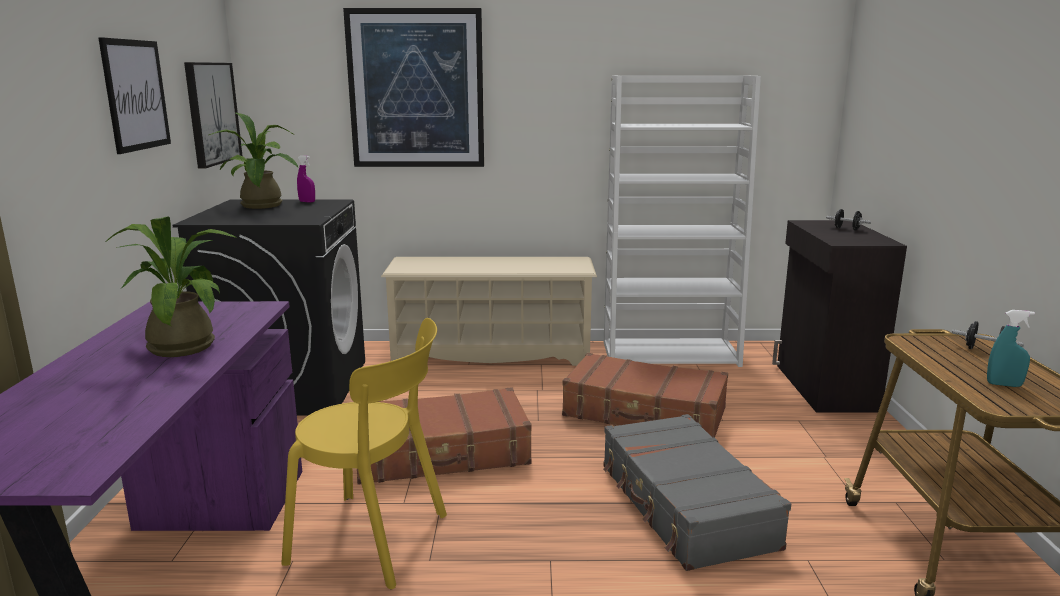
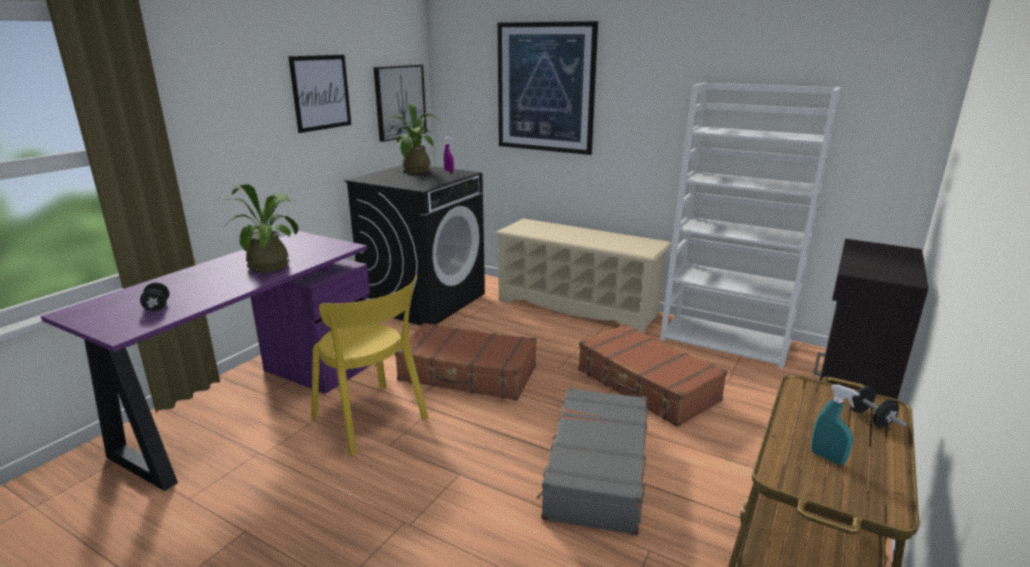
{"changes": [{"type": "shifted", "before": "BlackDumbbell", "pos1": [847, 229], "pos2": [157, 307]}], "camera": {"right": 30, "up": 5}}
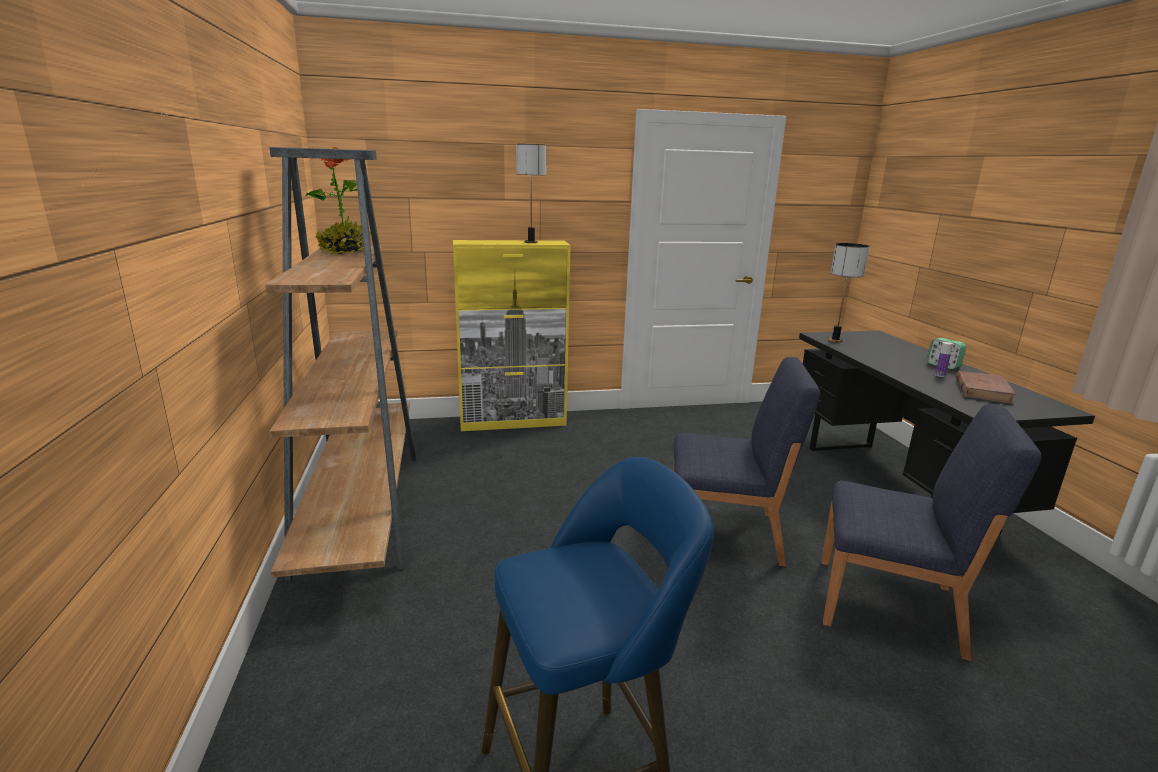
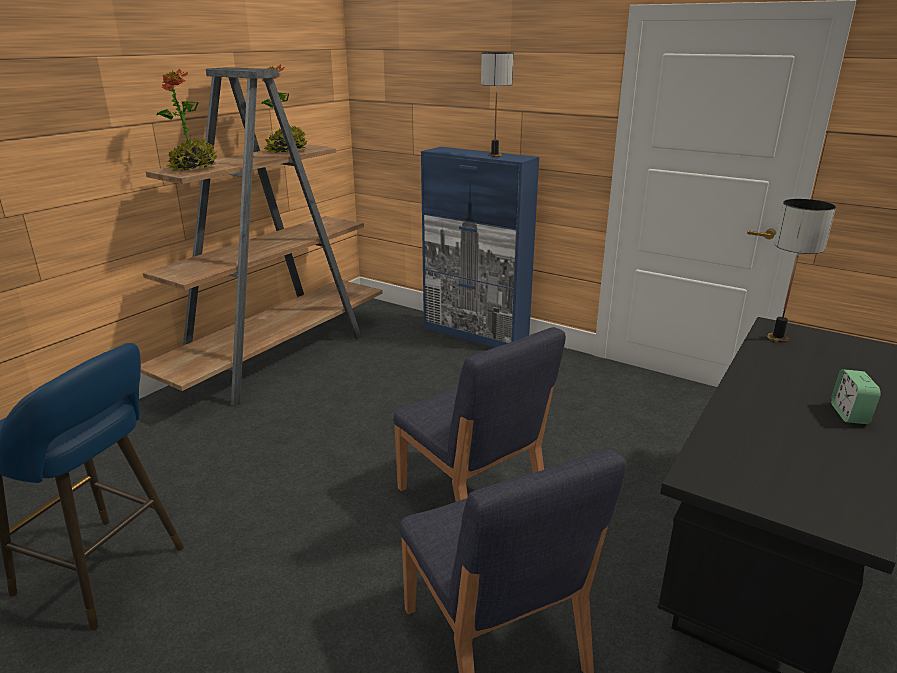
{"changes": [{"type": "new", "after": "PottedPlant", "pos2": [193, 168]}, {"type": "repainted", "before": "YellowCabinet", "after": "BlueCabinet", "pos1": [513, 422], "pos2": [475, 334]}, {"type": "gone", "before": "Bottle", "pos1": [940, 375]}, {"type": "gone", "before": "BrownBook", "pos1": [982, 390]}], "camera": {"right": 45, "up": 5}}
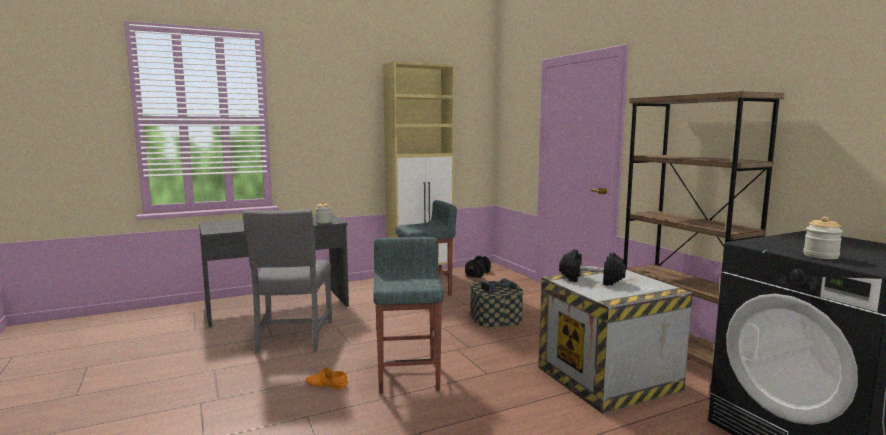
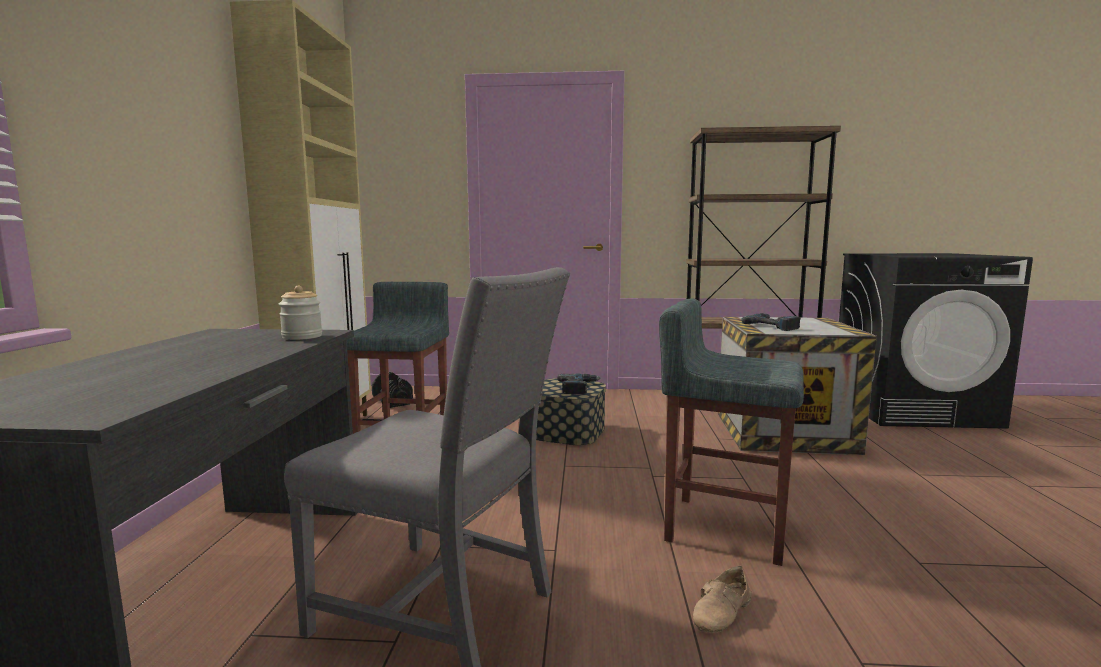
{"changes": [{"type": "repainted", "before": "OrangeShoe", "after": "BeigeShoe", "pos1": [326, 384], "pos2": [724, 612]}, {"type": "swapped", "before": "BlackDumbbell", "after": "PowerDrill", "pos1": [591, 280], "pos2": [773, 326]}, {"type": "gone", "before": "Jar", "pos1": [820, 256]}], "camera": {"right": -60, "up": 0}}
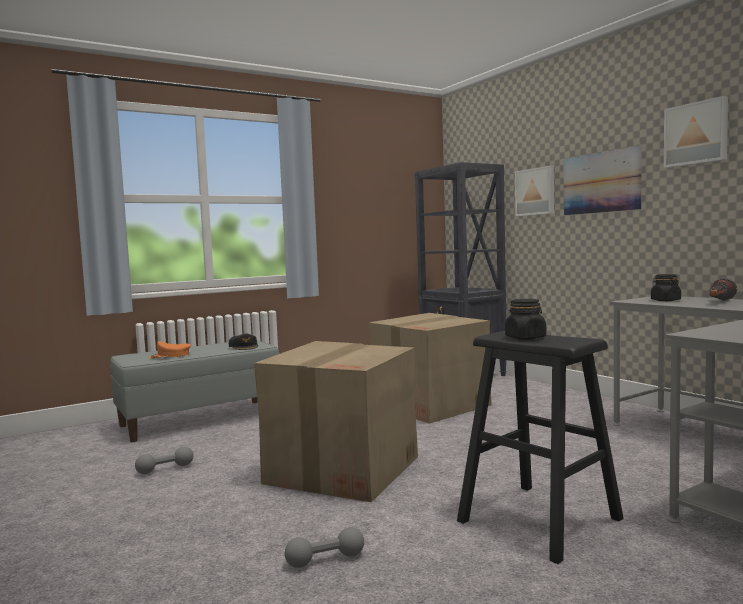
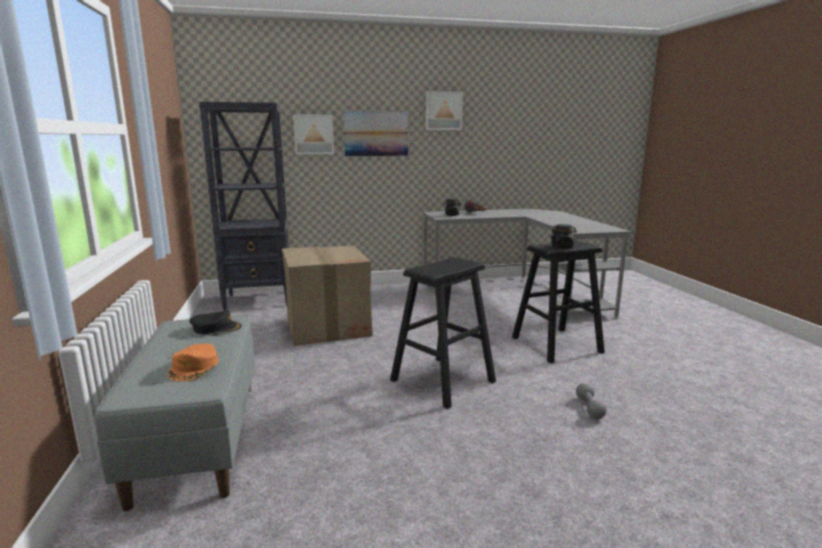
{"changes": [{"type": "swapped", "before": "CardboardBox", "after": "BlackStool", "pos1": [343, 469], "pos2": [443, 381]}, {"type": "gone", "before": "GreyDumbbell", "pos1": [165, 469]}], "camera": {"right": -70, "up": 10}}
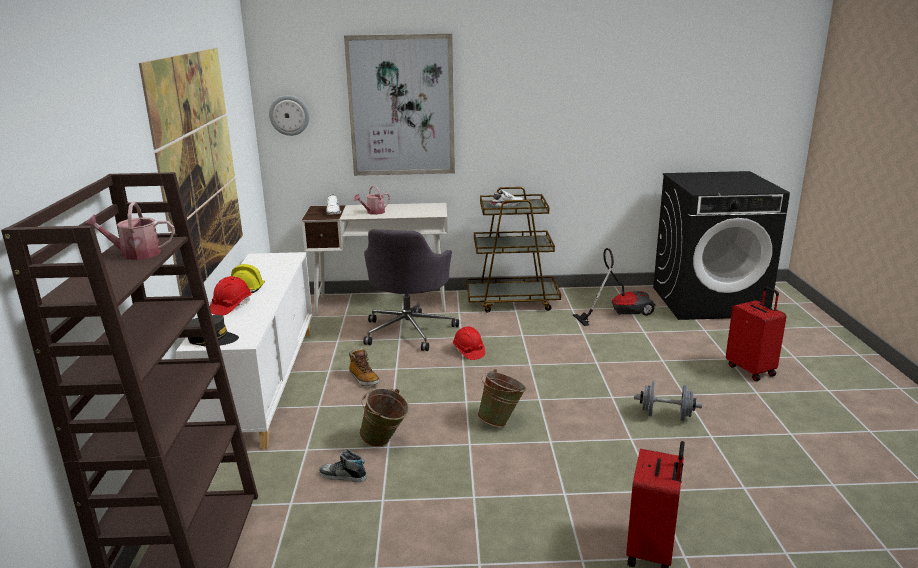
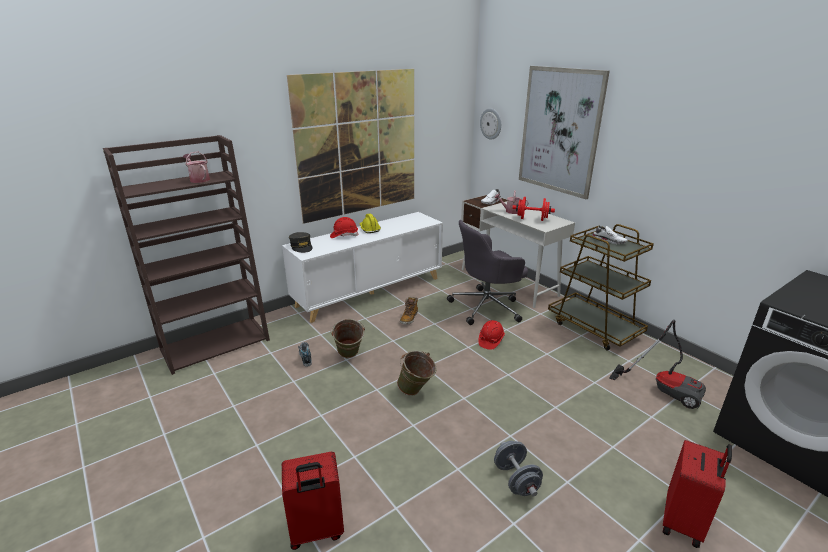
{"changes": [{"type": "new", "after": "RedDumbbell", "pos2": [532, 219]}], "camera": {"right": 55, "up": 5}}
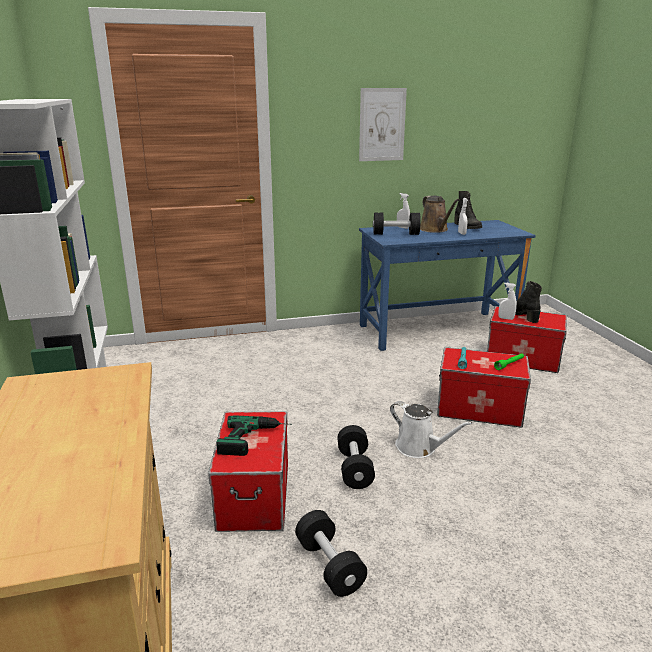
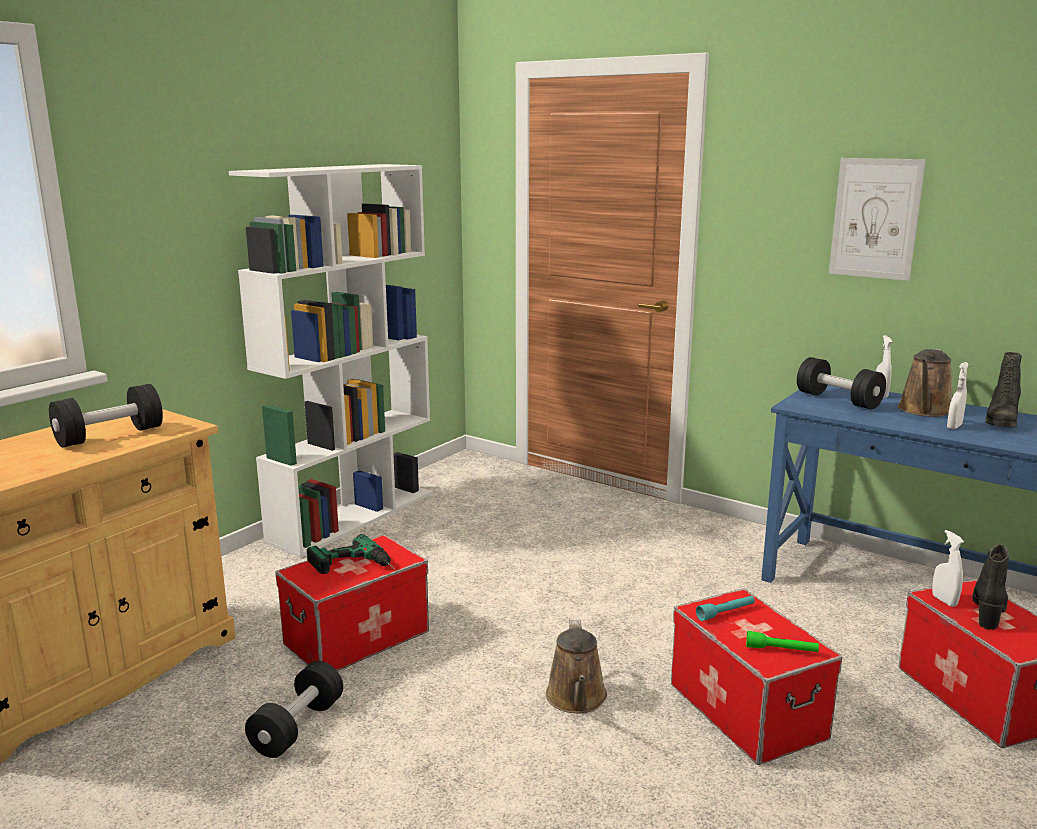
{"changes": [{"type": "shifted", "before": "BlackDumbbell", "pos1": [354, 468], "pos2": [110, 436]}, {"type": "repainted", "before": "WhiteWateringCan", "after": "BrownWateringCan", "pos1": [419, 448], "pos2": [576, 699]}], "camera": {"right": 50, "up": -5}}
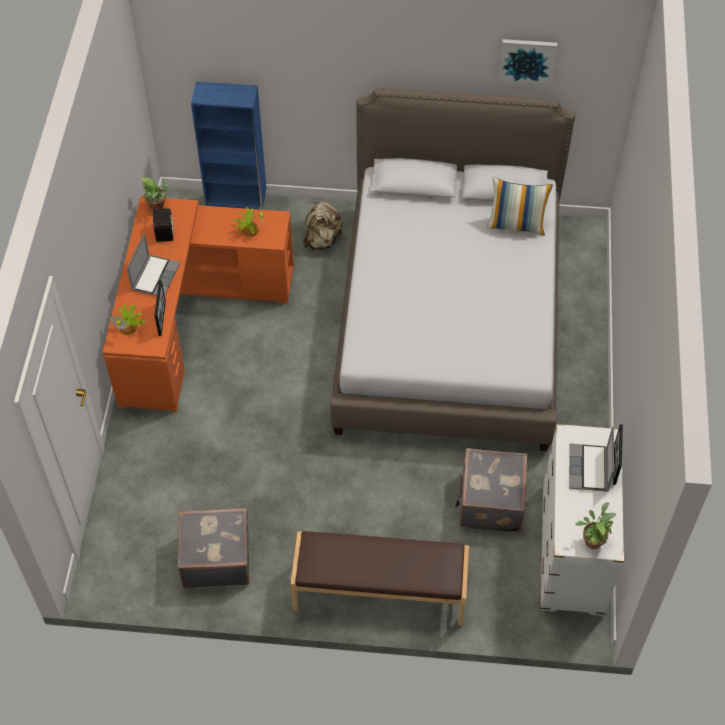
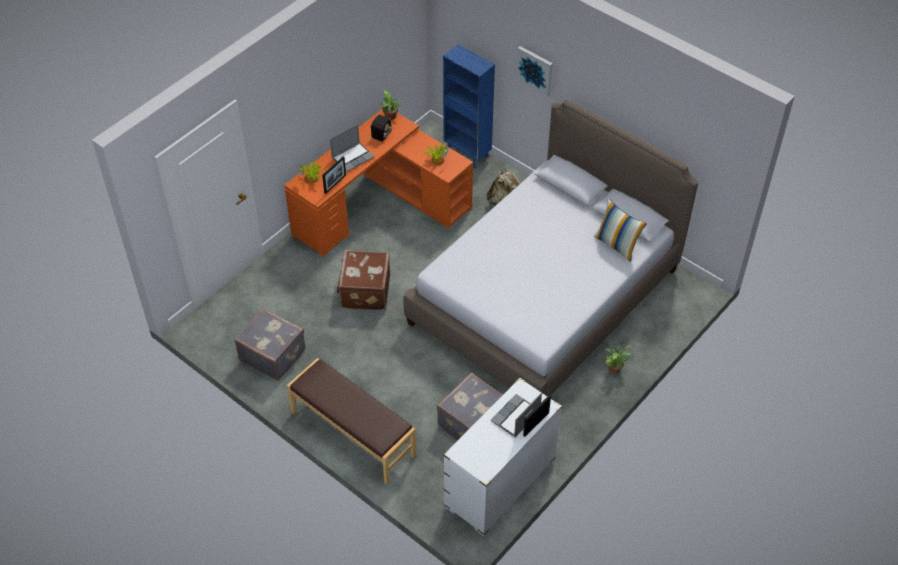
{"changes": [{"type": "new", "after": "BrownSuitcase", "pos2": [364, 291]}, {"type": "shifted", "before": "Picture", "pos1": [527, 61], "pos2": [535, 70]}, {"type": "shifted", "before": "PottedPlant", "pos1": [593, 540], "pos2": [614, 368]}], "camera": {"right": 35, "up": -5}}
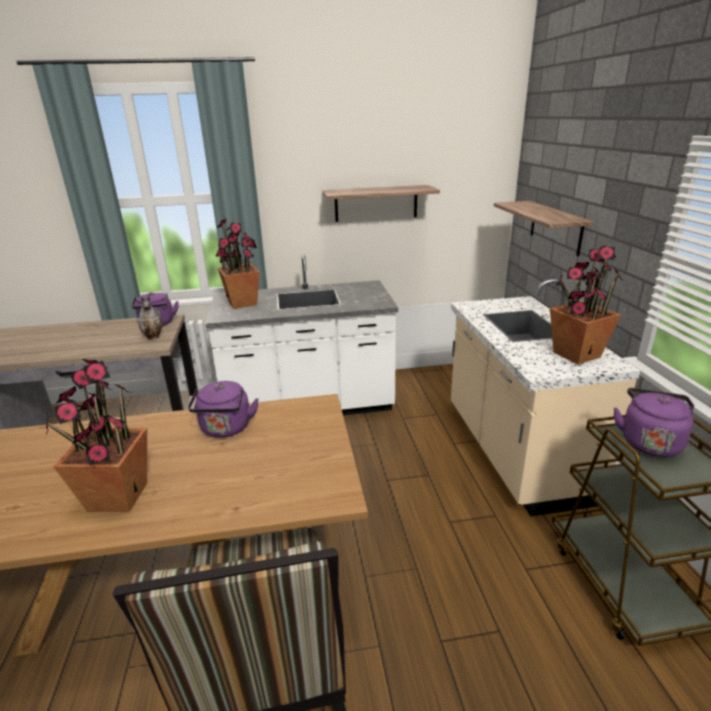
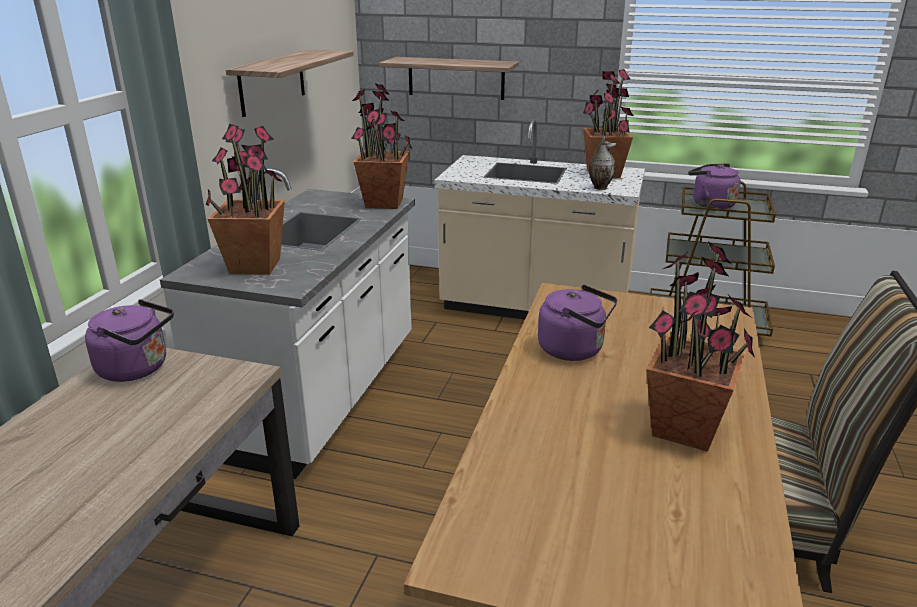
{"changes": [{"type": "new", "after": "PottedPlant", "pos2": [384, 203]}, {"type": "shifted", "before": "Vase", "pos1": [154, 337], "pos2": [599, 187]}], "camera": {"right": -65, "up": 0}}
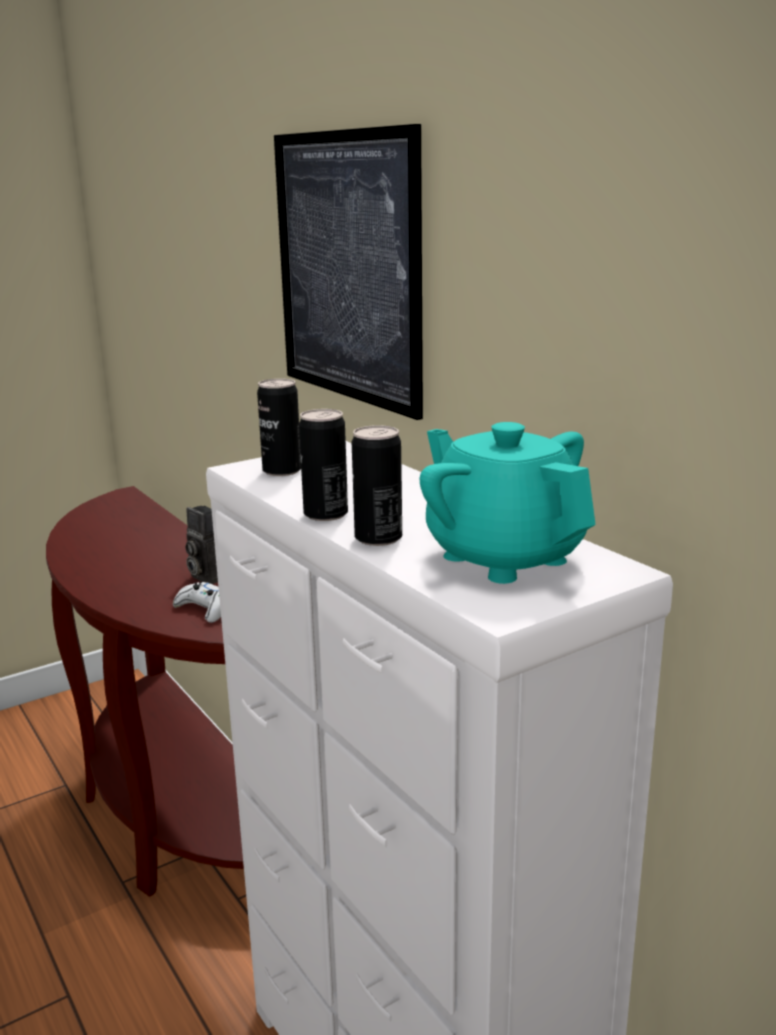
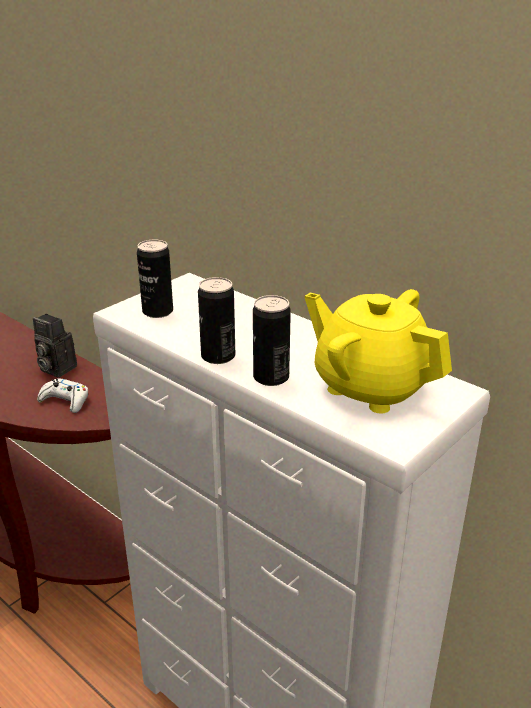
{"changes": [{"type": "repainted", "before": "TurquoiseTeapot", "after": "YellowTeapot", "pos1": [503, 557], "pos2": [370, 387]}, {"type": "gone", "before": "Picture", "pos1": [347, 268]}], "camera": {"right": -15, "up": 10}}
